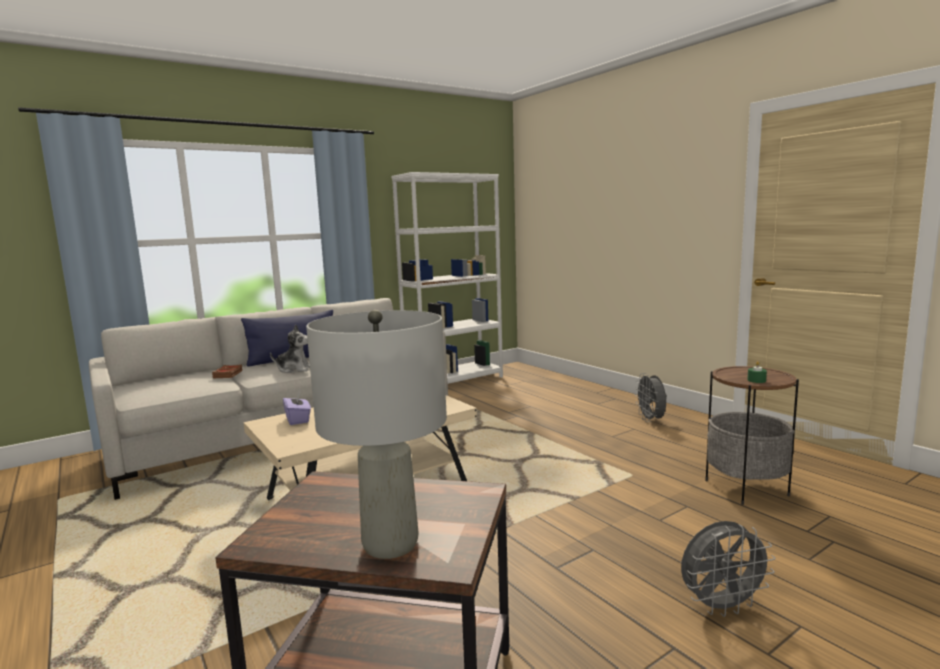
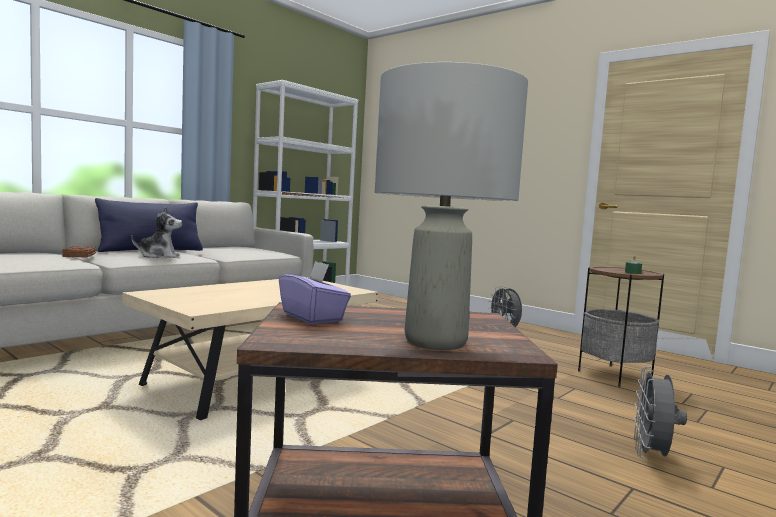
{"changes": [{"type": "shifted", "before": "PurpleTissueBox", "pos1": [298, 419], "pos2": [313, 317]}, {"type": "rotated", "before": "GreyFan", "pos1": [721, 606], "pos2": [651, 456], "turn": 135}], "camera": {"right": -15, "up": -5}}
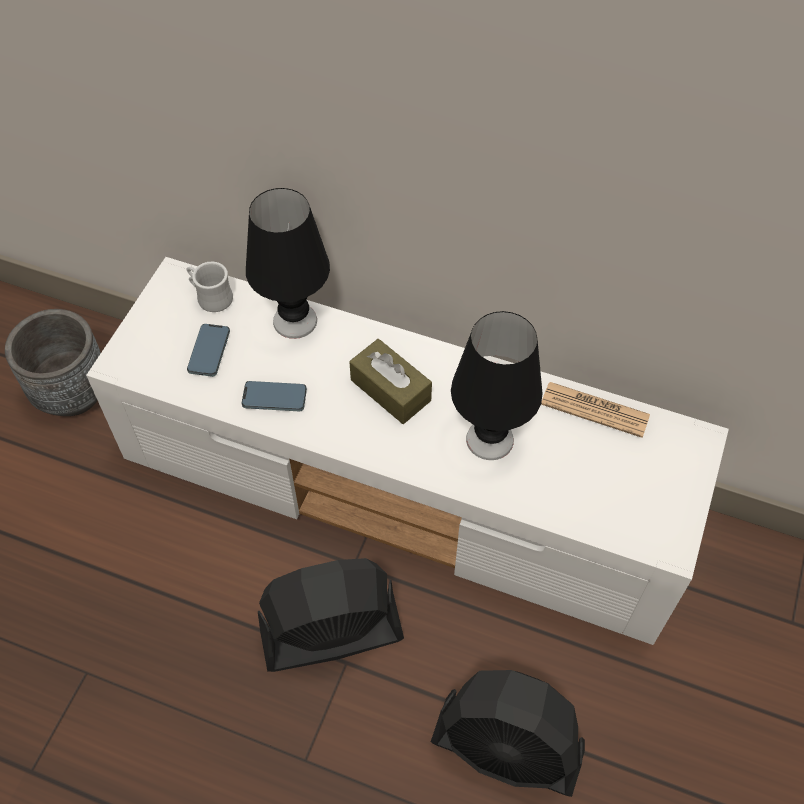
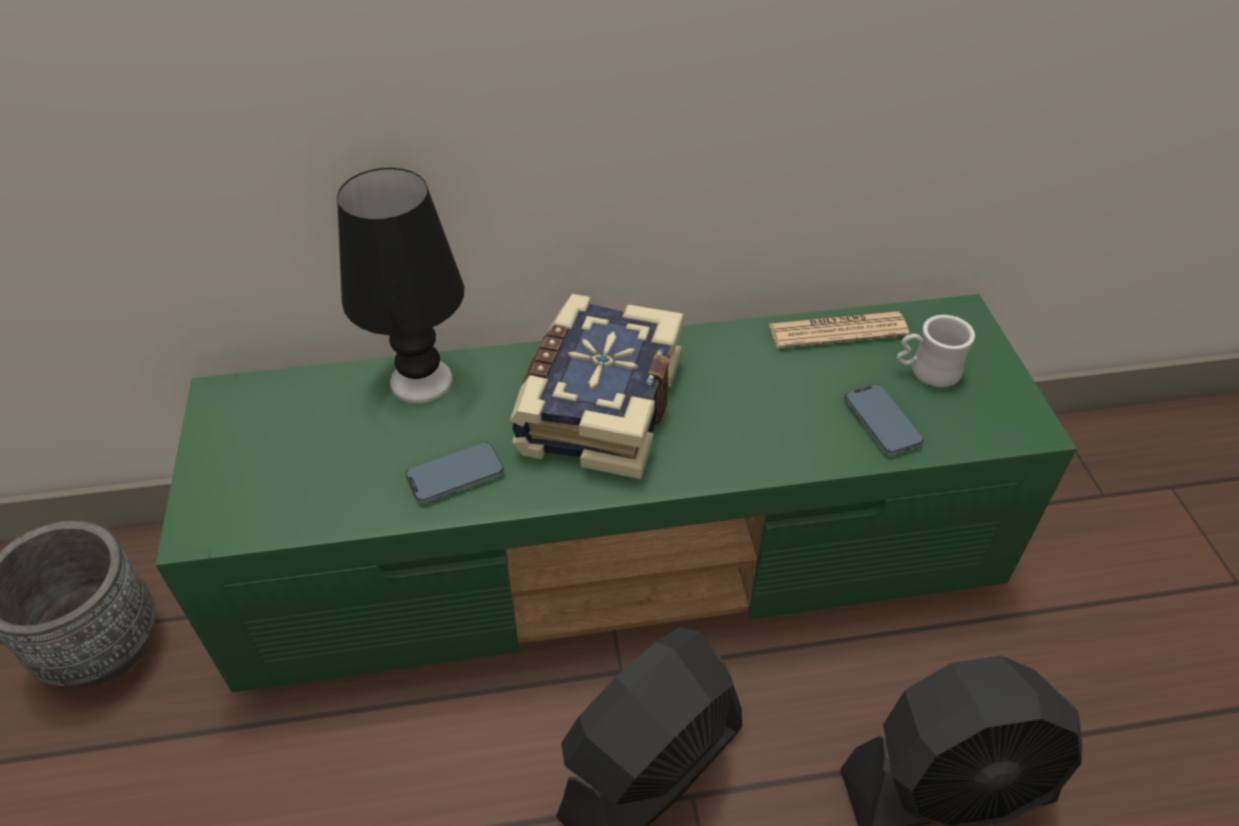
{"changes": [{"type": "repainted", "before": "WhiteTvStand", "after": "GreenTvStand", "pos1": [406, 488], "pos2": [623, 554]}, {"type": "swapped", "before": "BrownTissueBox", "after": "Book", "pos1": [390, 390], "pos2": [597, 406]}, {"type": "shifted", "before": "Phone", "pos1": [209, 352], "pos2": [882, 423]}, {"type": "shifted", "before": "WhiteMug", "pos1": [210, 297], "pos2": [926, 371]}, {"type": "gone", "before": "BlackTableLamp", "pos1": [489, 439]}], "camera": {"right": -30, "up": -10}}
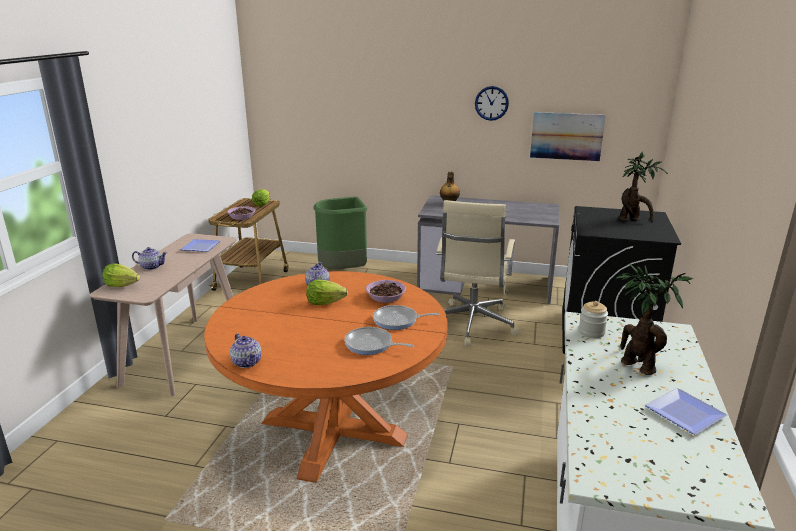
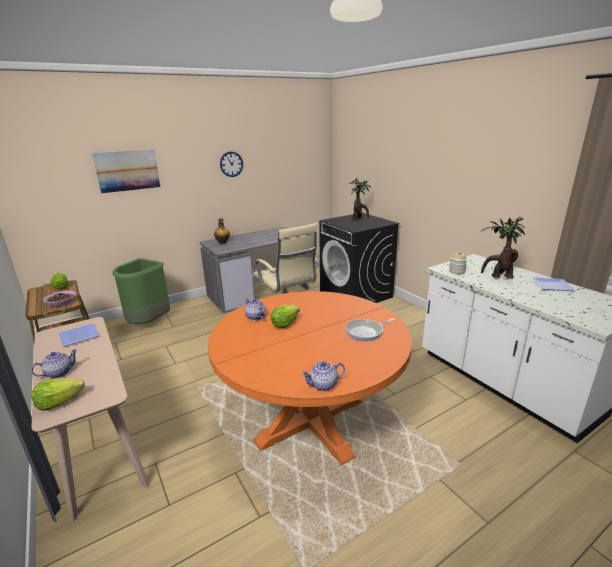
{"changes": [{"type": "shifted", "before": "Picture", "pos1": [566, 136], "pos2": [127, 171]}, {"type": "rotated", "before": "Teapot", "pos1": [247, 362], "pos2": [324, 385], "turn": 150}, {"type": "gone", "before": "Bowl", "pos1": [385, 297]}, {"type": "gone", "before": "FryingPan", "pos1": [398, 320]}], "camera": {"right": -45, "up": 0}}
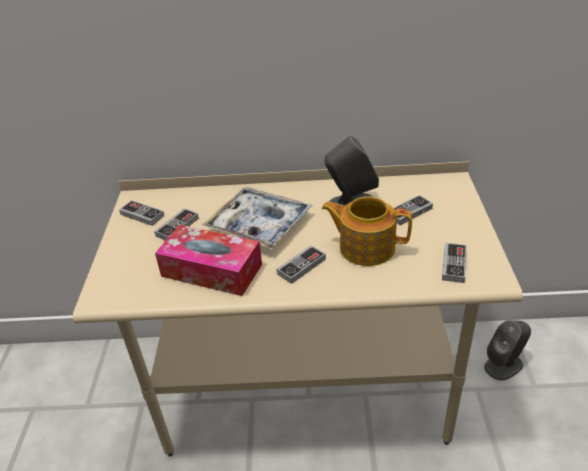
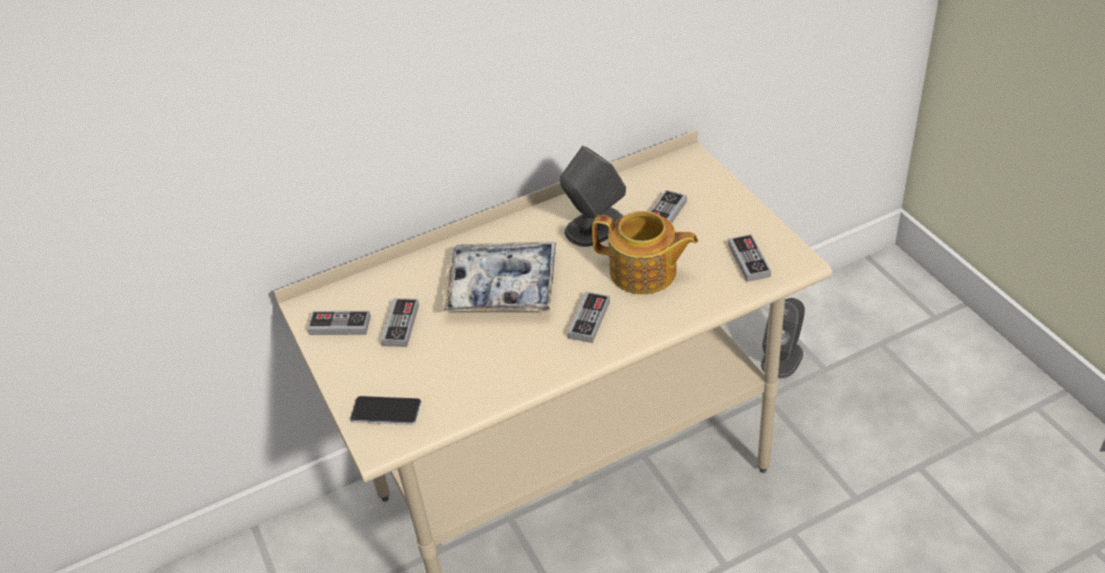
{"changes": [{"type": "new", "after": "Phone", "pos2": [386, 411]}, {"type": "rotated", "before": "Teapot", "pos1": [365, 247], "pos2": [644, 272], "turn": -150}, {"type": "gone", "before": "TissueBox", "pos1": [211, 270]}], "camera": {"right": -25, "up": 5}}
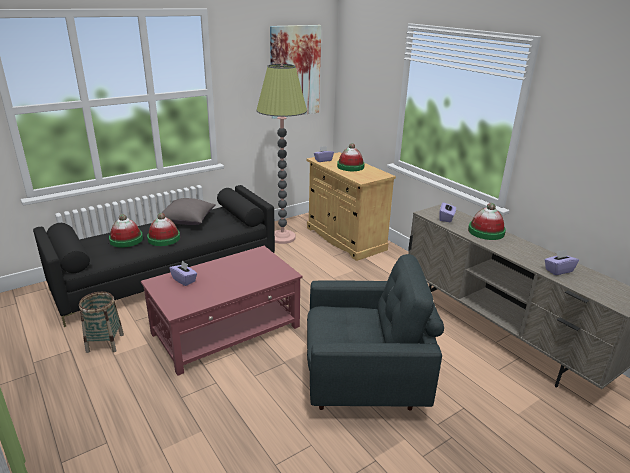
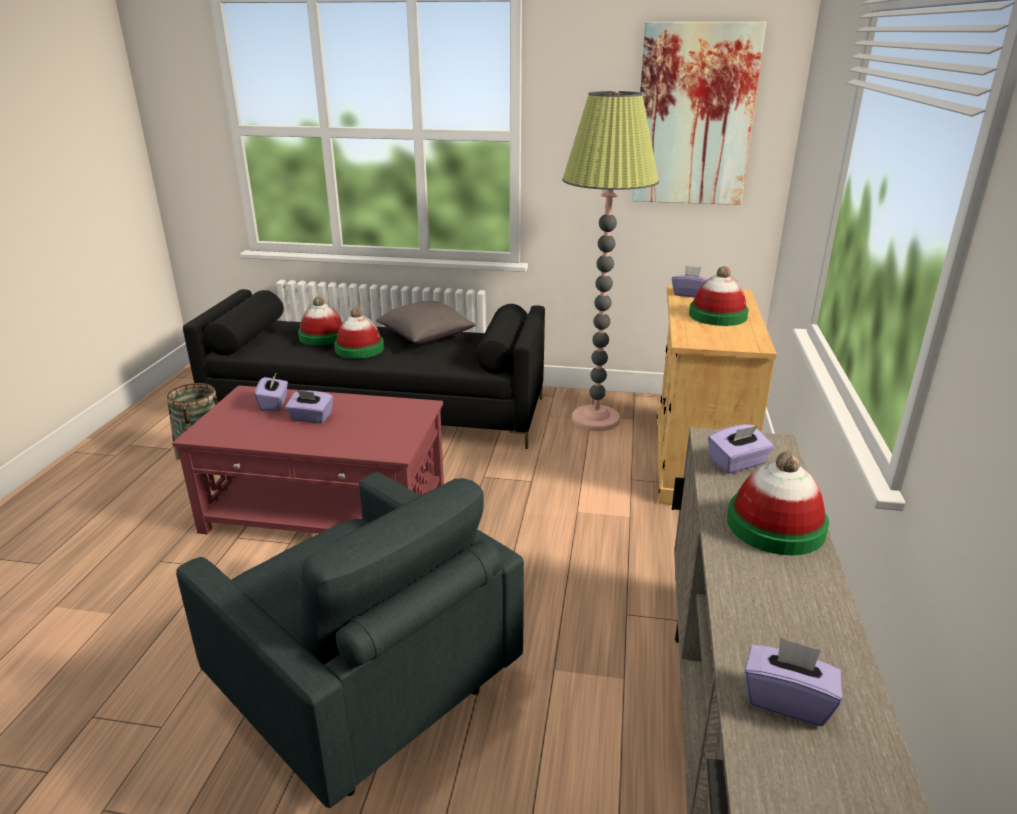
{"changes": [{"type": "new", "after": "PurpleTissueBox", "pos2": [311, 418]}], "camera": {"right": 45, "up": 0}}
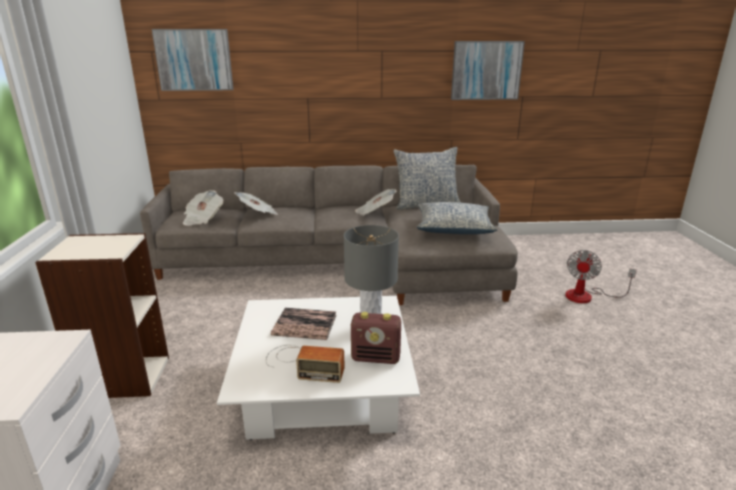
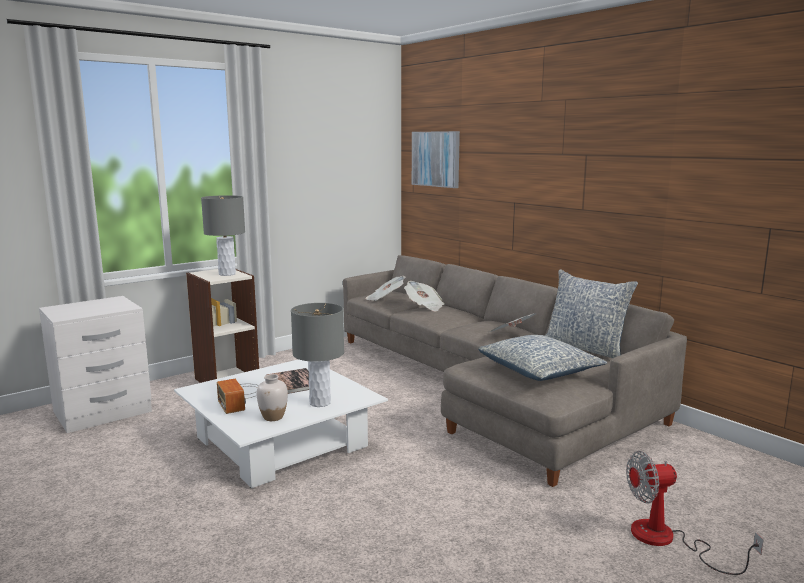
{"changes": [{"type": "new", "after": "GreyTableLamp", "pos2": [227, 274]}, {"type": "swapped", "before": "Radio", "after": "WhiteVase", "pos1": [376, 358], "pos2": [273, 417]}, {"type": "gone", "before": "Picture", "pos1": [486, 70]}], "camera": {"right": 55, "up": -10}}
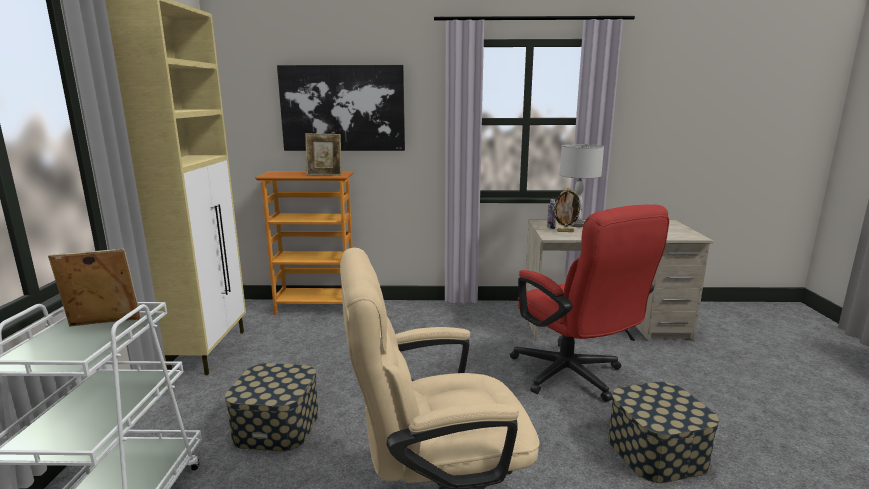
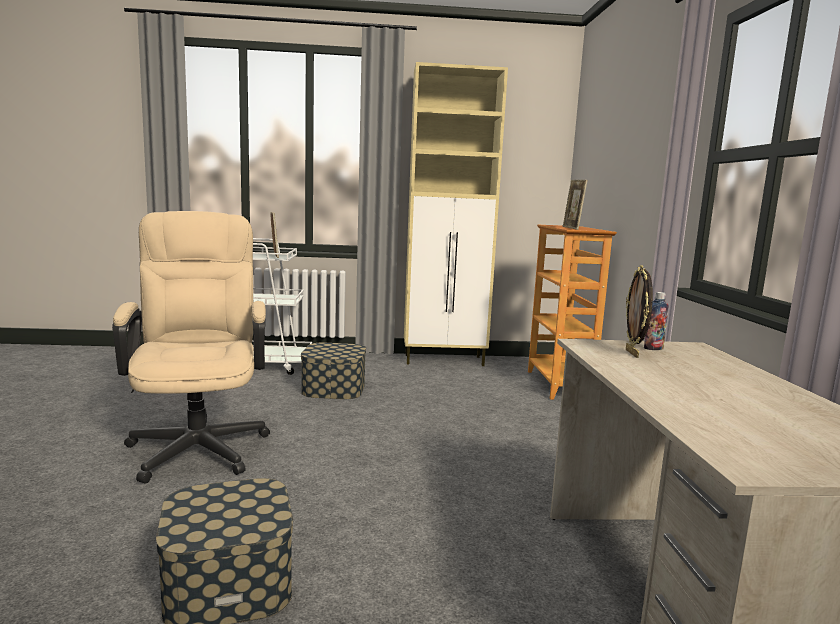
{"changes": [{"type": "gone", "before": "Picture", "pos1": [343, 108]}, {"type": "gone", "before": "RedOfficeChair", "pos1": [573, 378]}, {"type": "gone", "before": "GreyTableLamp", "pos1": [575, 225]}], "camera": {"right": 85, "up": -5}}
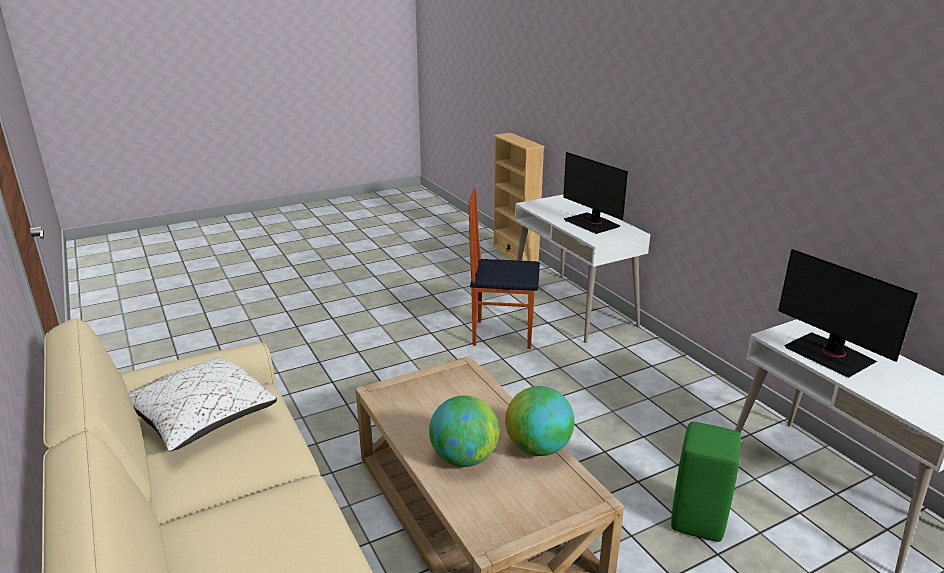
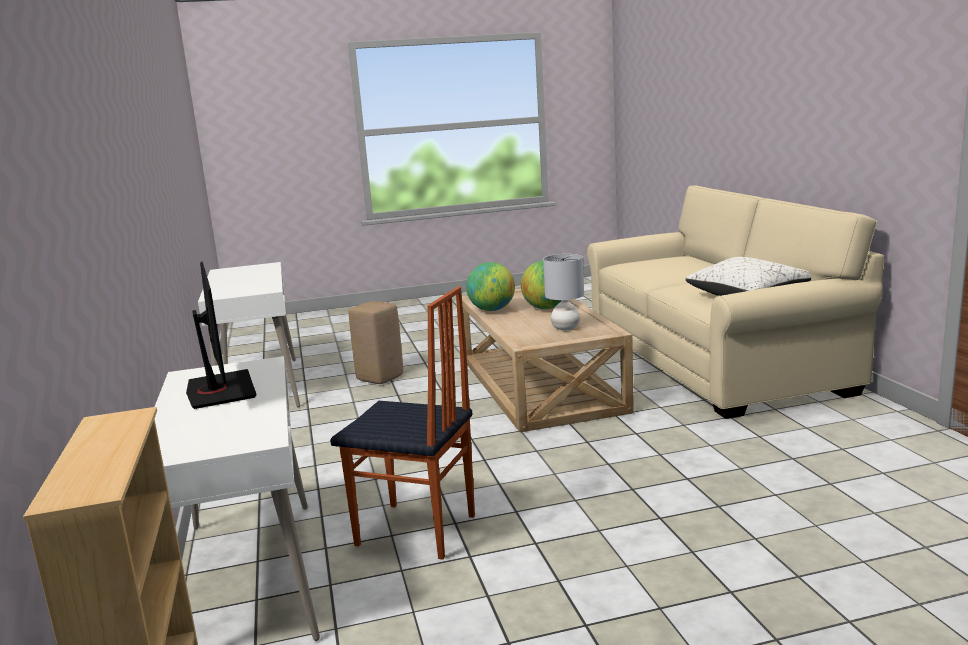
{"changes": [{"type": "repainted", "before": "GreenStool", "after": "BeigeStool", "pos1": [696, 522], "pos2": [381, 378]}, {"type": "new", "after": "GreyTableLamp", "pos2": [565, 328]}, {"type": "gone", "before": "Monitor", "pos1": [830, 355]}], "camera": {"right": -165, "up": -10}}
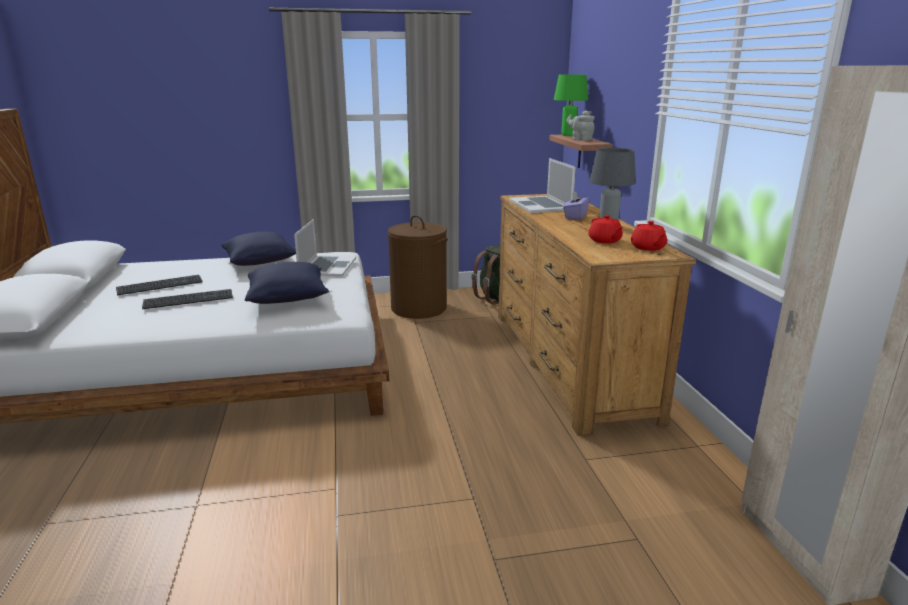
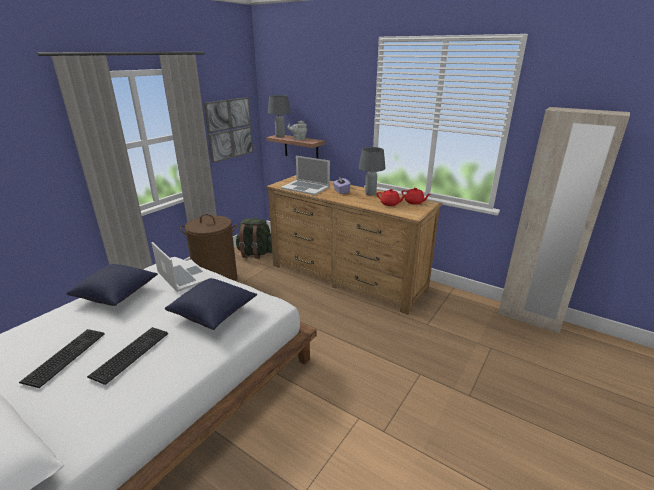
{"changes": [{"type": "new", "after": "Picture", "pos2": [229, 129]}, {"type": "repainted", "before": "GreenTableLamp", "after": "GreyTableLamp", "pos1": [568, 135], "pos2": [280, 136]}], "camera": {"right": -45, "up": 5}}
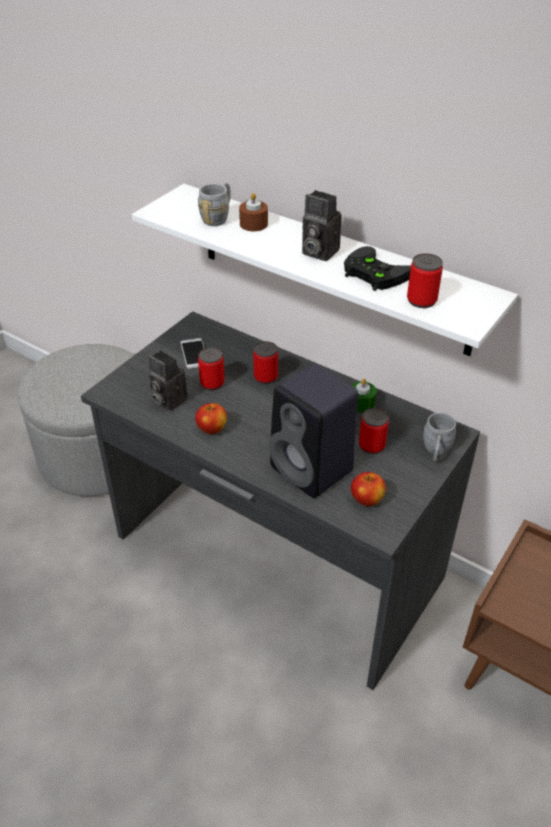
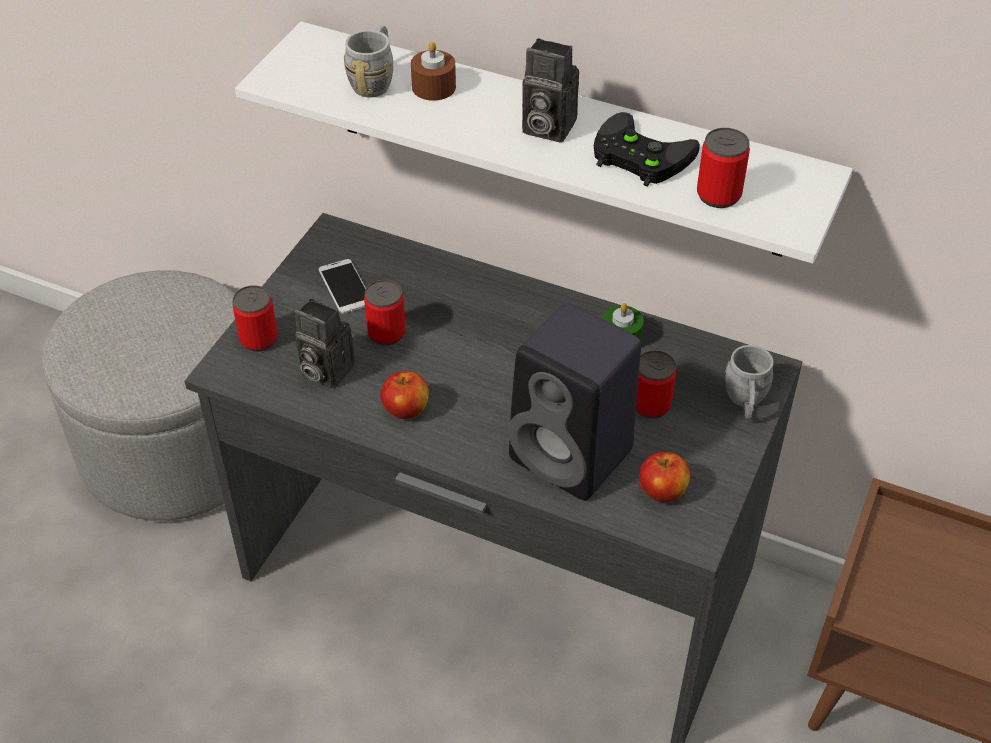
{"changes": [{"type": "shifted", "before": "Can", "pos1": [266, 377], "pos2": [259, 339]}], "camera": {"right": -10, "up": 5}}
